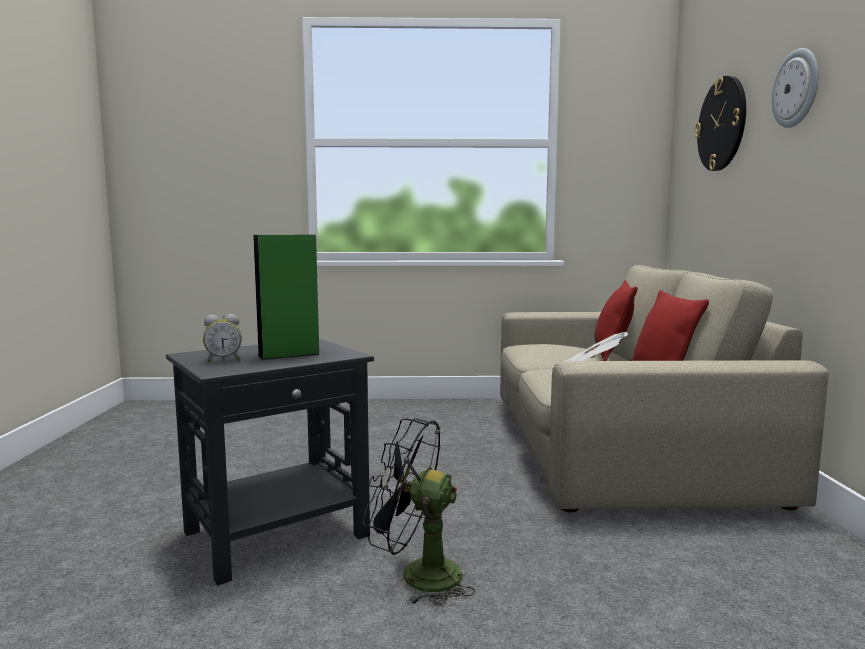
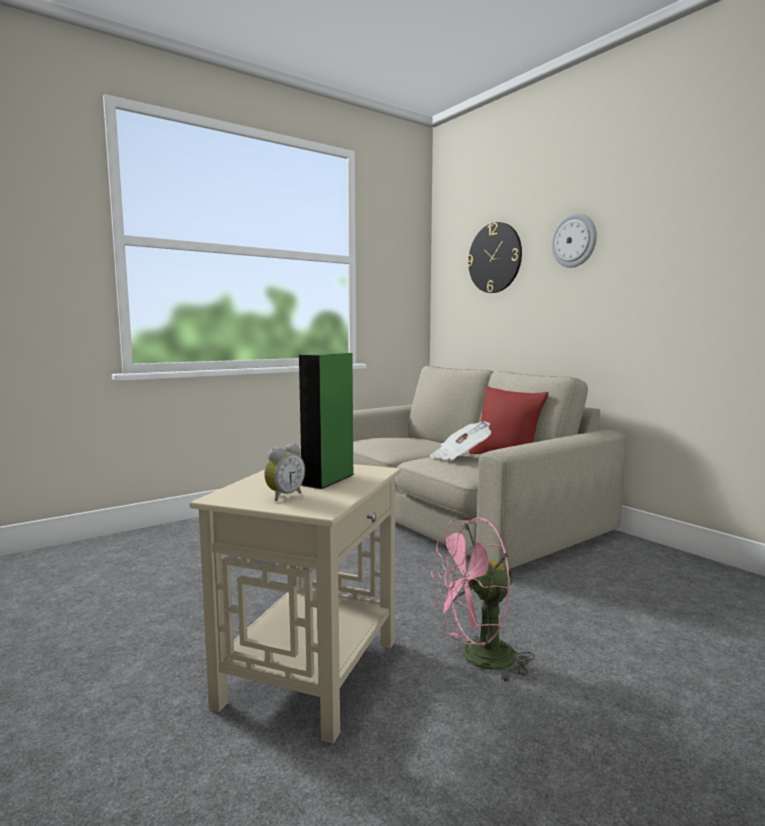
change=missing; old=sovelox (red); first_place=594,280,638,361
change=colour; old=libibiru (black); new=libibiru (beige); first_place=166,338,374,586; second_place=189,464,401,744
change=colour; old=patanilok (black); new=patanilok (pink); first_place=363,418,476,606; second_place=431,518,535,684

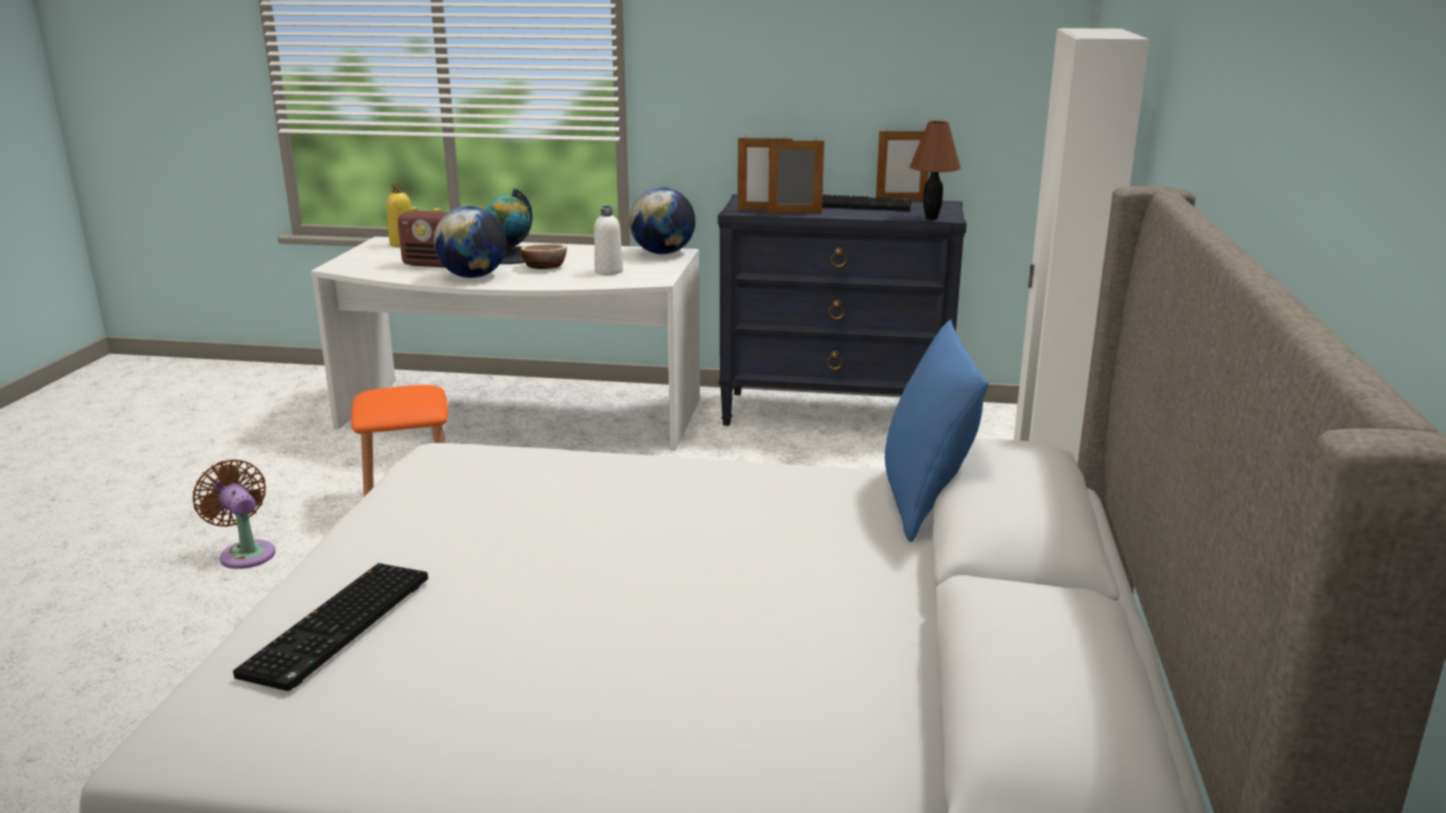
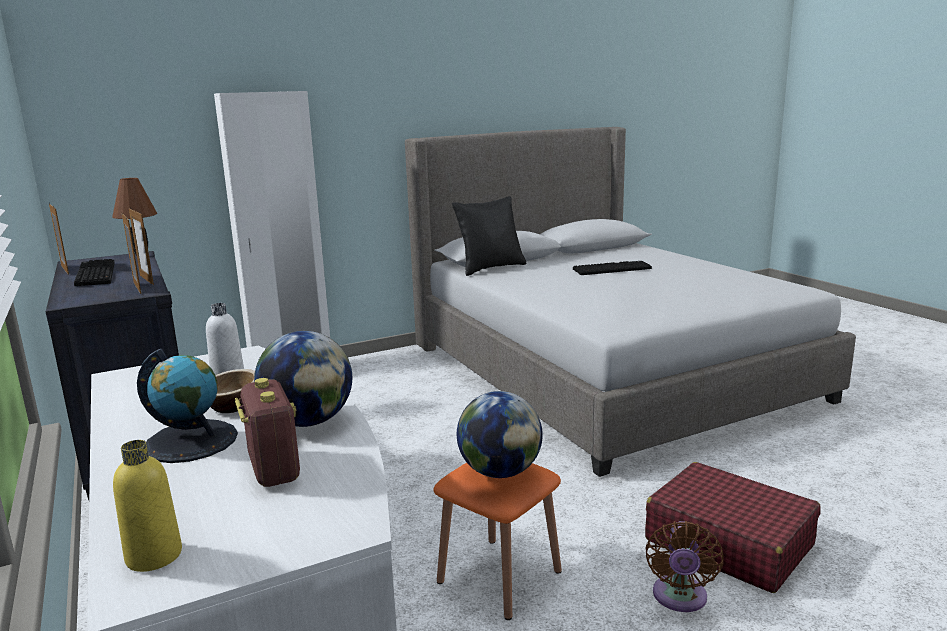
change=relocated; old=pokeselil; first_place=629,187,695,254; second_place=457,391,543,478
change=colour; old=sovelox (blue); new=sovelox (black); first_place=885,320,989,542; second_place=452,196,526,276
change=relocated; old=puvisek; first_place=233,563,428,691; second_place=573,261,652,275
change=appeared; new=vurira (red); second_place=645,462,821,593

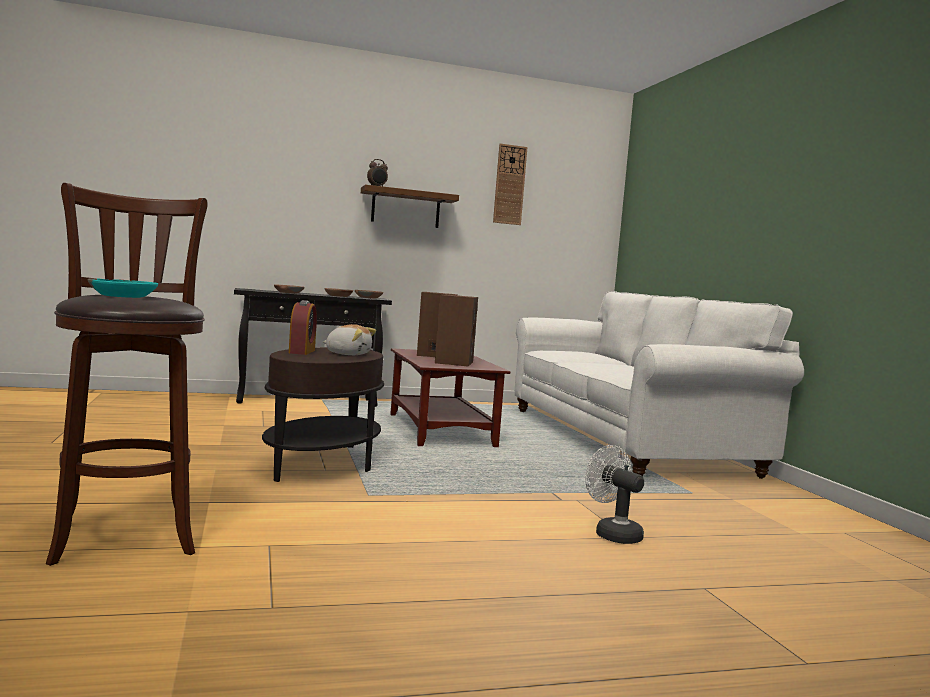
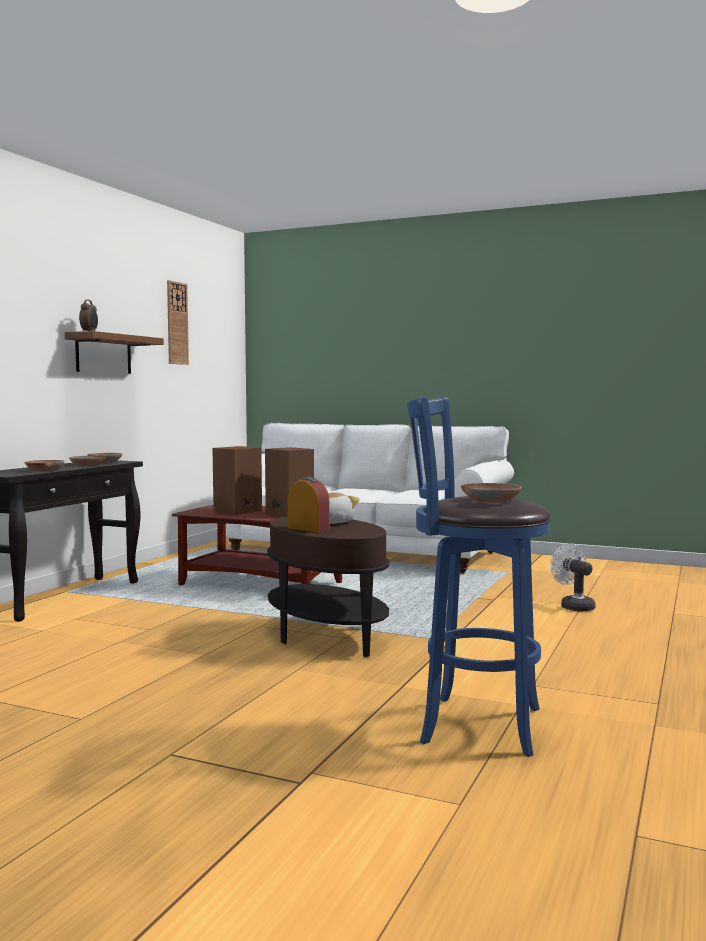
change=colour; old=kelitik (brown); new=kelitik (blue); first_place=46,183,208,566; second_place=407,397,552,757
change=colour; old=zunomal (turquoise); new=zunomal (brown); first_place=88,278,158,298; second_place=461,483,522,503
change=spun; old=patanilok (white); first_place=585,445,644,544; second_place=551,544,595,612; degrees=60

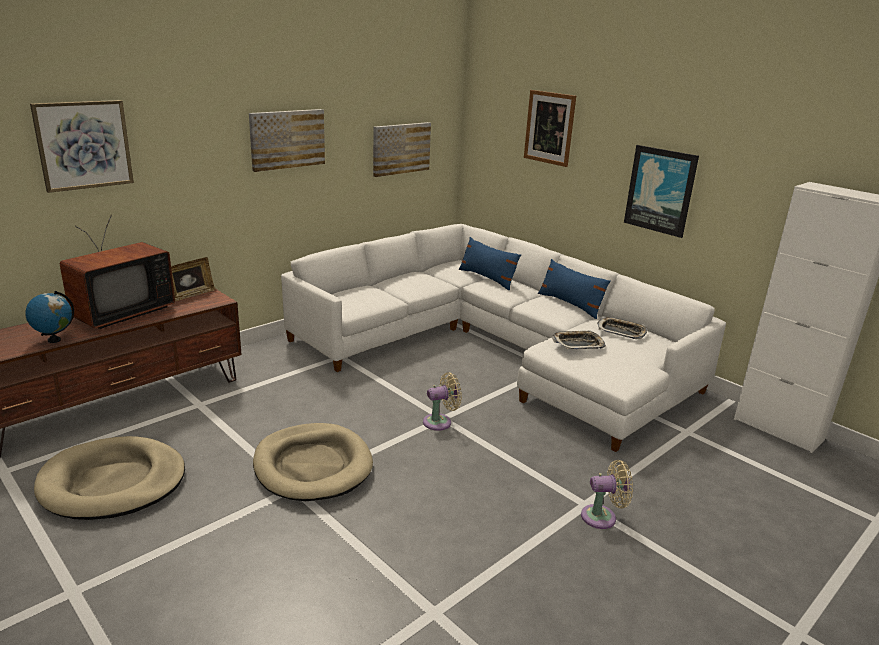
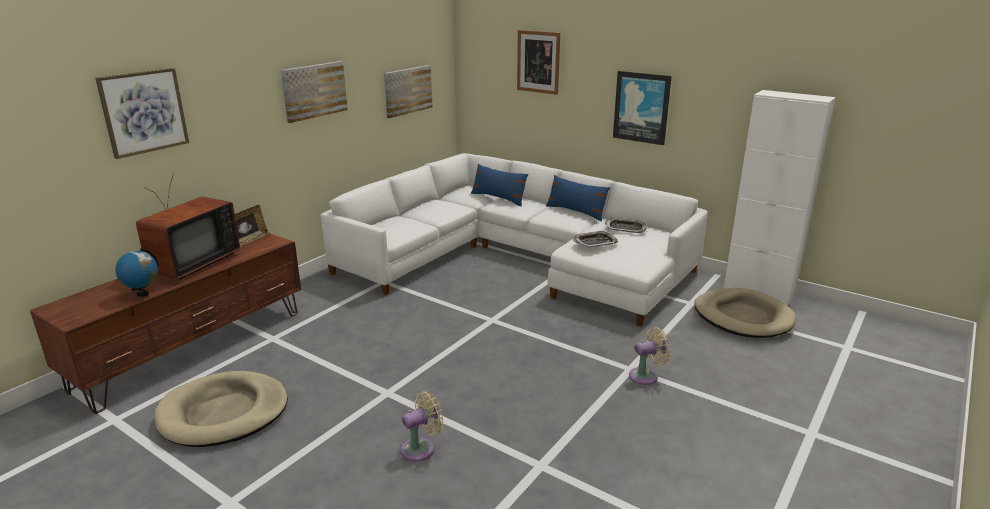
change=relocated; old=patanilok (beige); first_place=423,372,462,431; second_place=401,391,444,462
change=relocated; old=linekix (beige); first_place=253,423,373,501; second_place=694,288,796,338

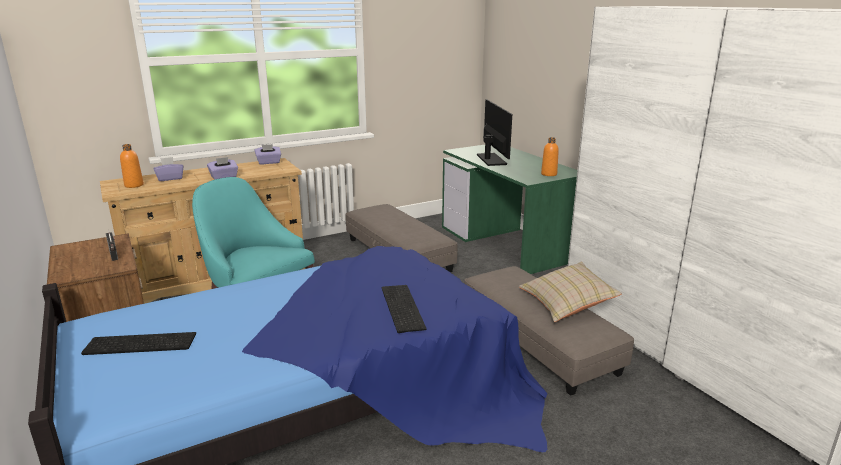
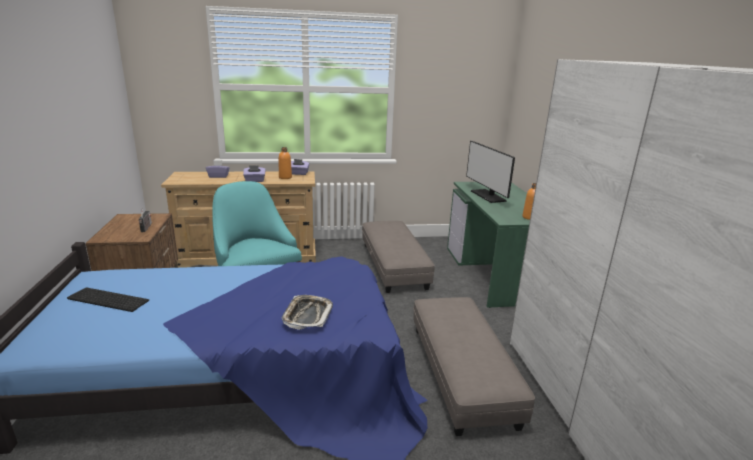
change=spun; old=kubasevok; first_place=477,99,512,166; second_place=466,141,515,203; degrees=150
change=relocated; old=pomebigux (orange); first_place=120,144,144,188; second_place=279,147,292,179
change=missing; old=sovelox (beige); first_place=519,262,622,322
change=exchanged; old=puvisek; new=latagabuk; first_place=382,285,427,333; second_place=282,295,333,330

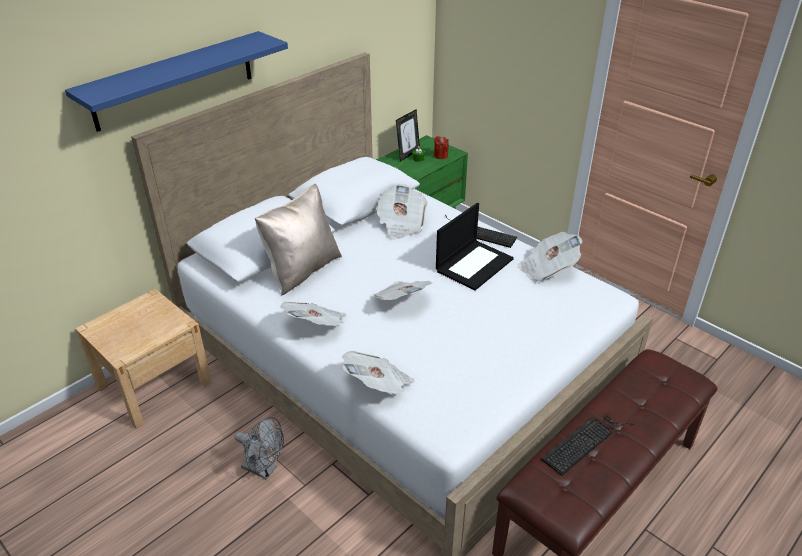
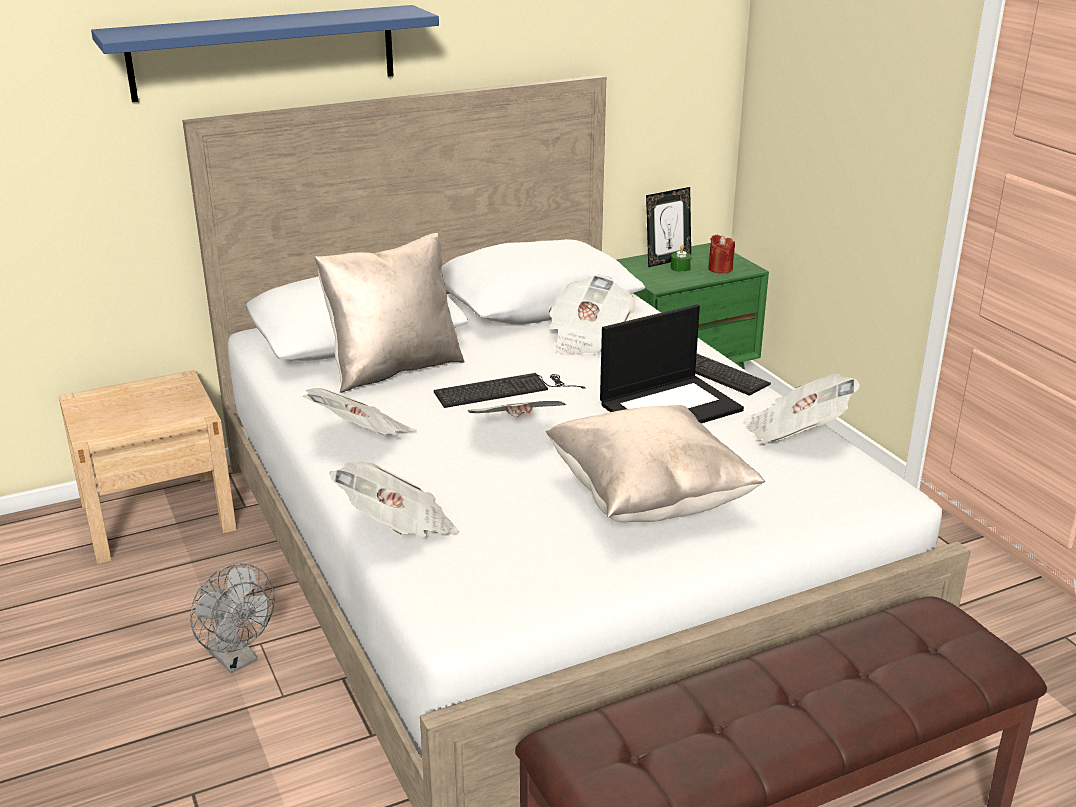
change=relocated; old=puvisek; first_place=541,414,635,476; second_place=434,373,586,408
change=appeared; new=sovelox (beige); second_place=546,405,765,522

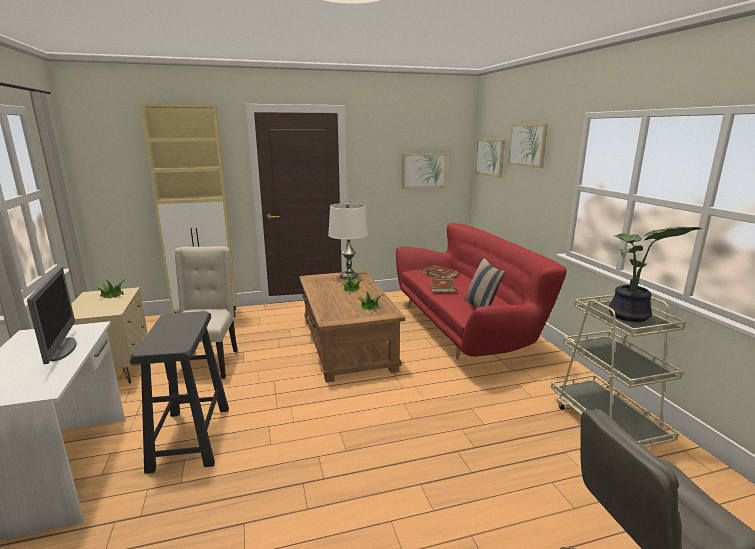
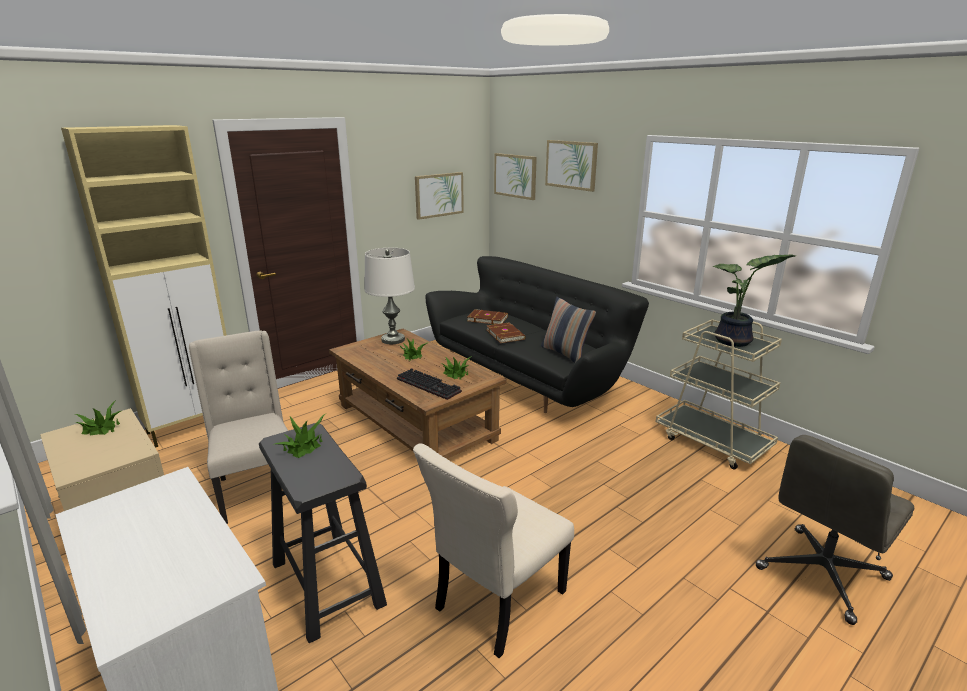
change=colour; old=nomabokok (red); new=nomabokok (black); first_place=396,223,567,360; second_place=425,256,649,413
change=missing; old=kubasevok; first_place=27,267,77,364
change=appeared; new=puvisek; second_place=397,368,462,400
change=appeared; new=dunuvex; second_place=273,414,325,458
change=appeared; new=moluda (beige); second_place=413,443,574,658

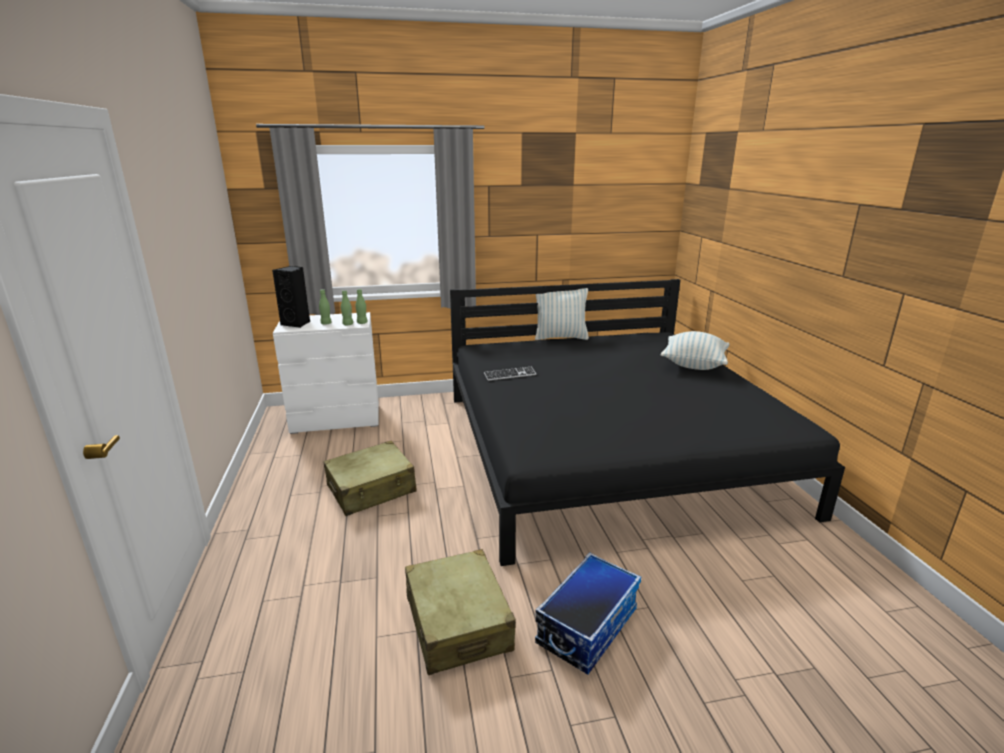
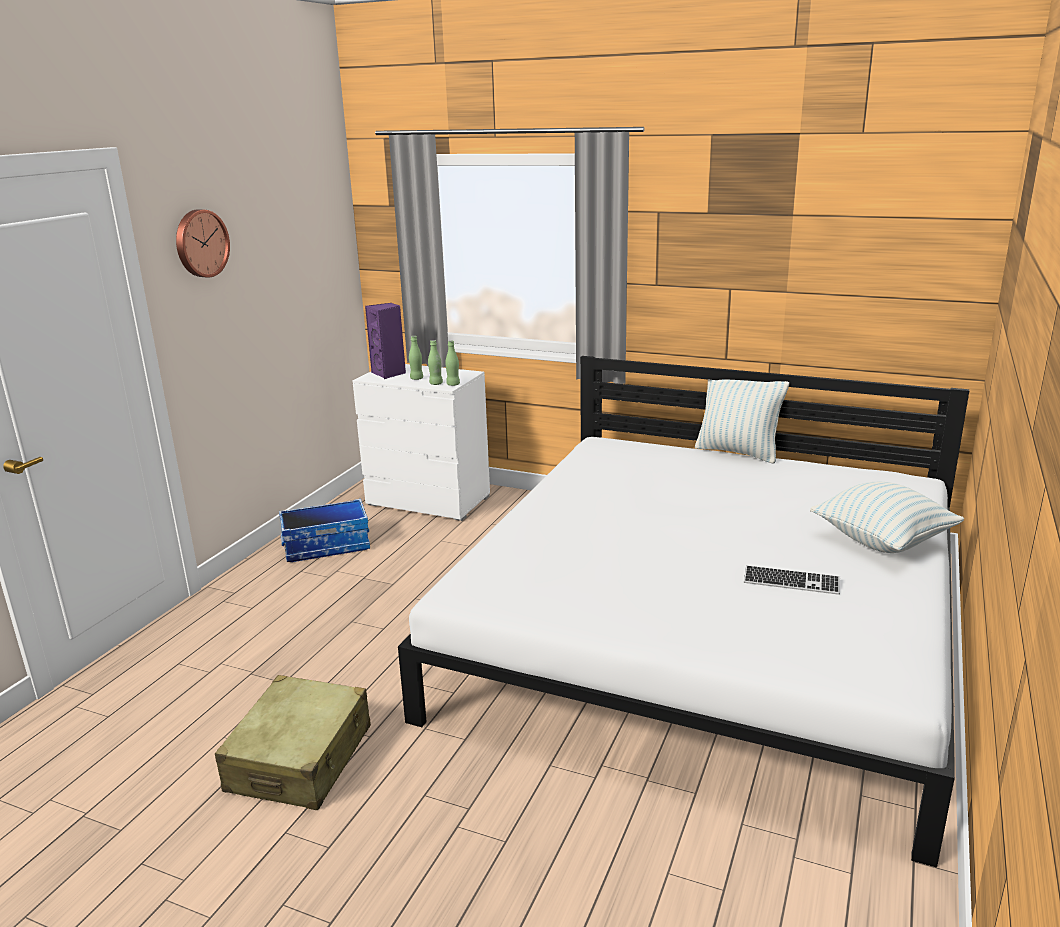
change=colour; old=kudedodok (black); new=kudedodok (purple); first_place=272,266,310,328; second_place=365,303,406,379
change=colour; old=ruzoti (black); new=ruzoti (white); first_place=450,279,845,566; second_place=398,356,969,868
change=relocated; old=puvisek; first_place=484,367,537,381; second_place=744,565,840,595
change=missing; old=vurira (beige); first_place=323,441,417,516
change=relocated; old=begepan; first_place=535,552,641,675; second_place=279,499,370,562
change=appeared; new=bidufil; second_place=176,209,230,277

